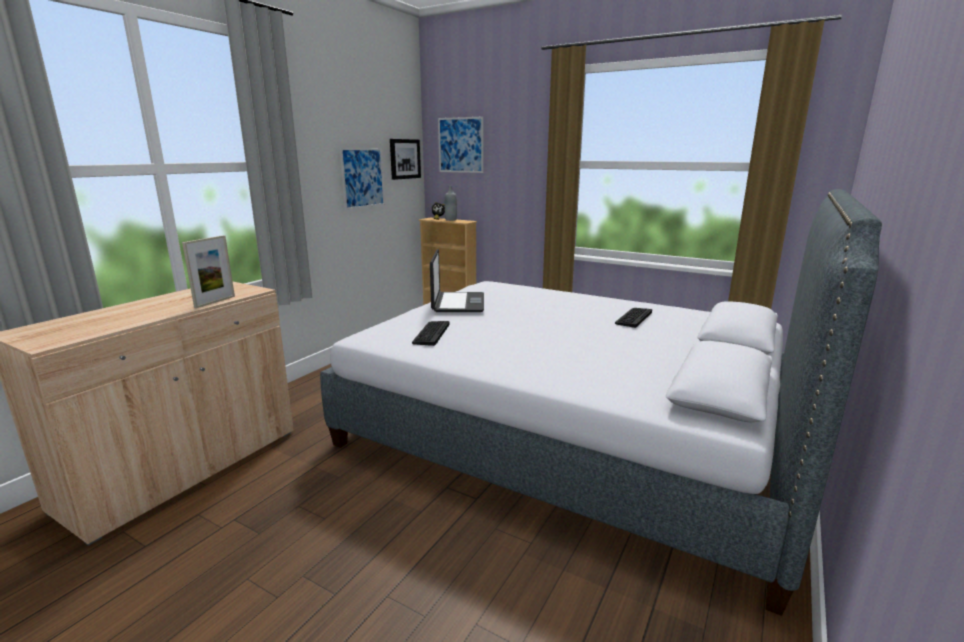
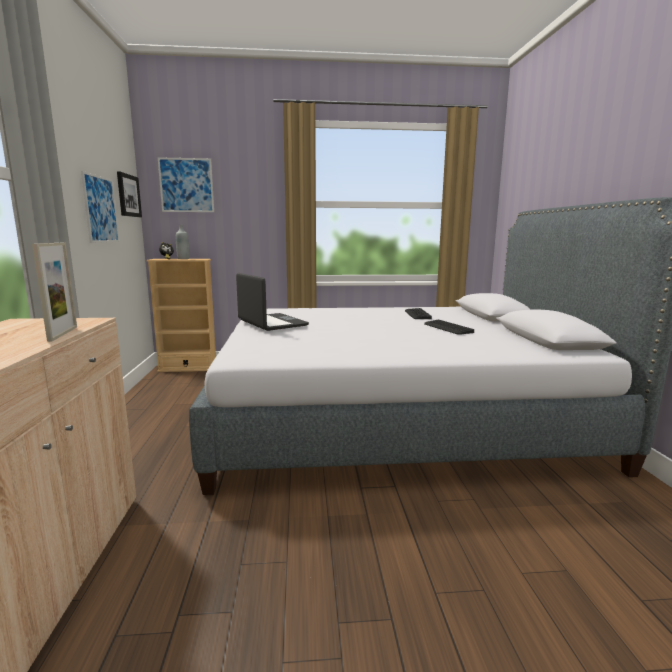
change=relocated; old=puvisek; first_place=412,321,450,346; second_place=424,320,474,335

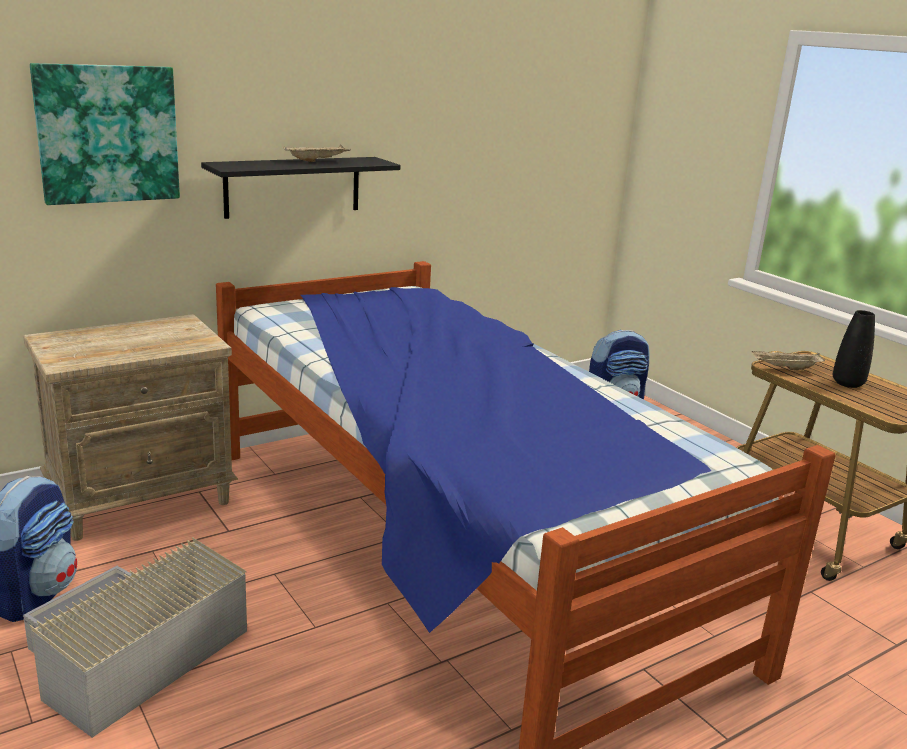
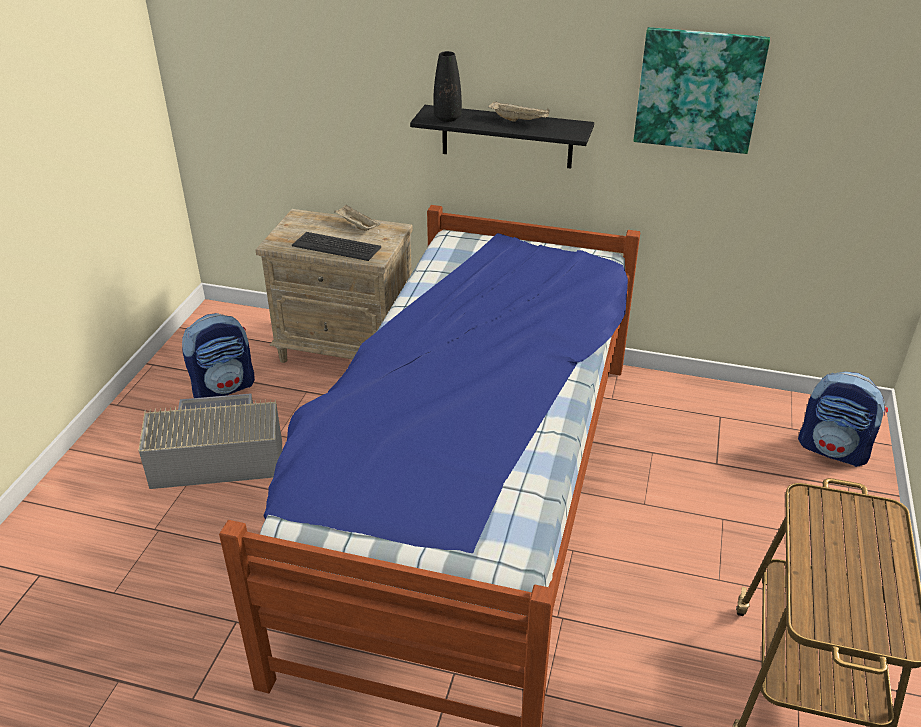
change=relocated; old=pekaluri; first_place=30,63,180,205; second_place=634,27,770,154
change=relocated; old=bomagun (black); first_place=833,310,875,388; second_place=433,51,462,122
change=relocated; old=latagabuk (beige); first_place=752,350,825,370; second_place=334,205,381,231
change=appeared; new=puvisek; second_place=292,232,381,261

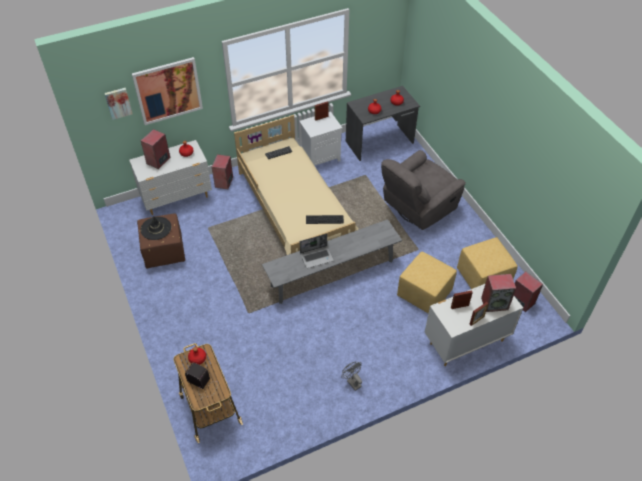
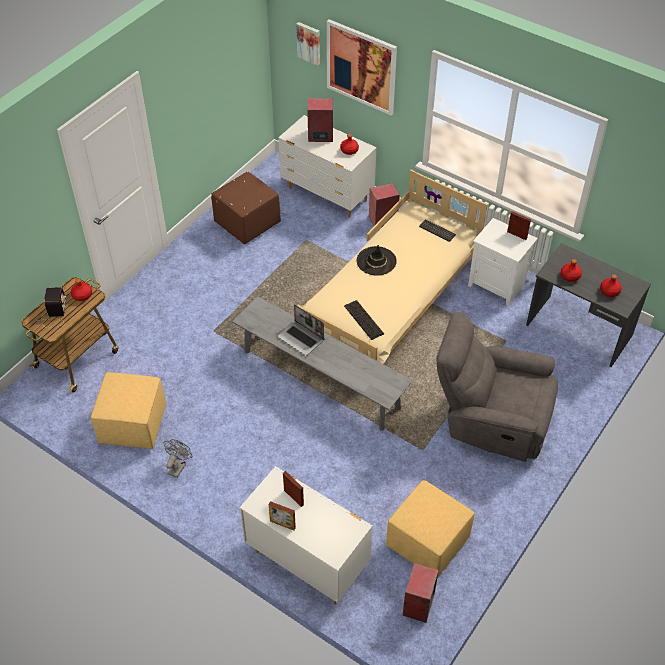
change=relocated; old=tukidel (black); first_place=140,217,171,240; second_place=357,245,397,276
change=relocated; old=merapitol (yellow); first_place=397,252,457,313; second_place=91,372,166,449
change=missing; old=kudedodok; first_place=481,274,516,312

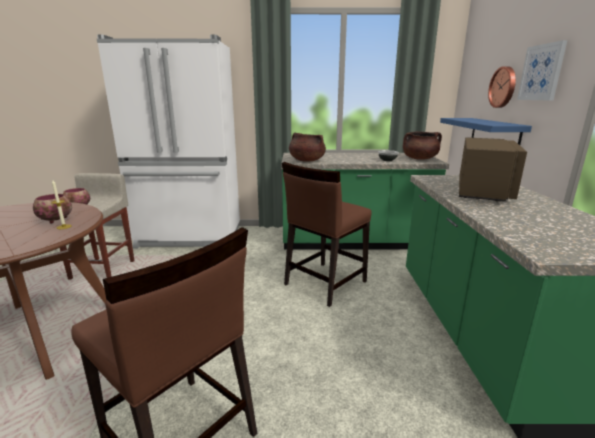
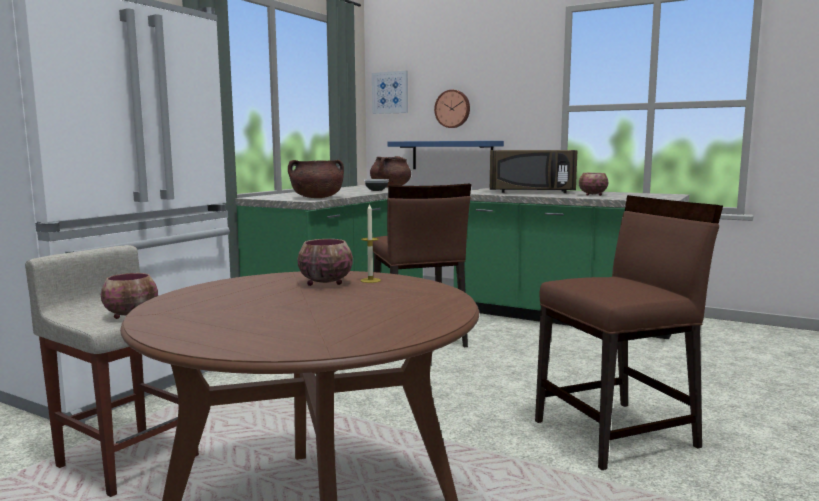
change=relocated; old=pekaluri; first_place=517,40,567,101; second_place=372,71,408,114
change=spun; old=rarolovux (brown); first_place=459,137,527,202; second_place=490,150,577,193; degrees=135
change=appeared; new=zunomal; second_place=579,173,608,196

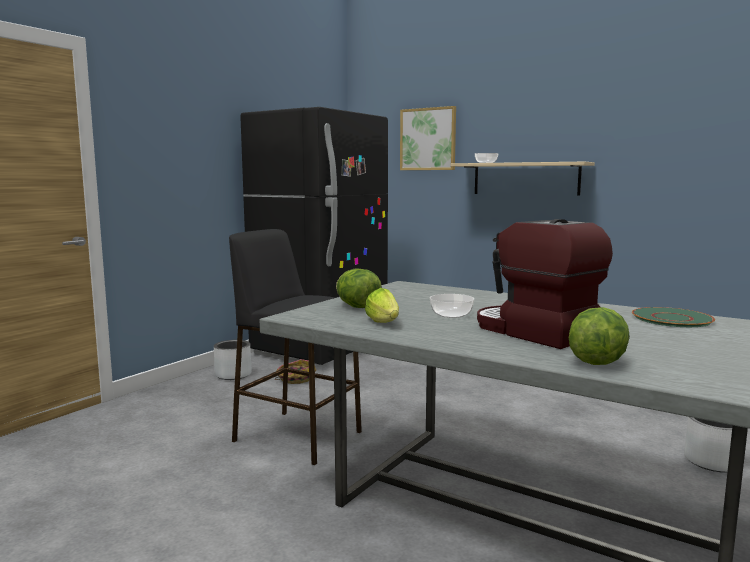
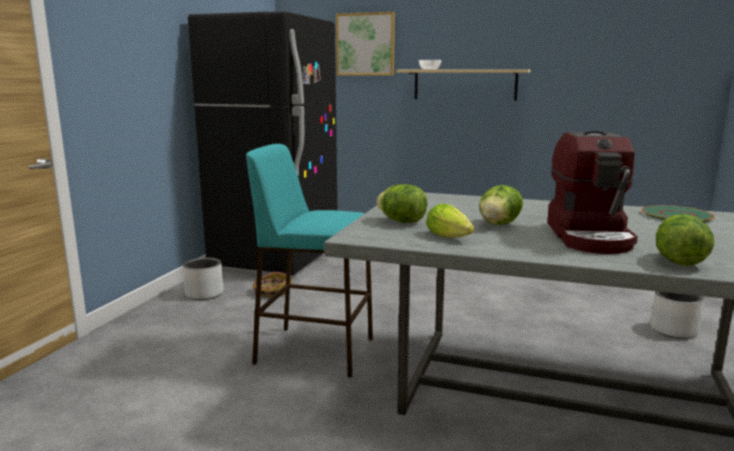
change=spun; old=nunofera; first_place=477,219,613,349; second_place=547,131,638,254; degrees=-120
change=colour; old=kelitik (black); new=kelitik (turquoise); first_place=229,229,362,465; second_place=246,144,373,378
change=exchanged; old=zunomal; new=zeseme; first_place=430,294,474,318; second_place=479,185,523,225

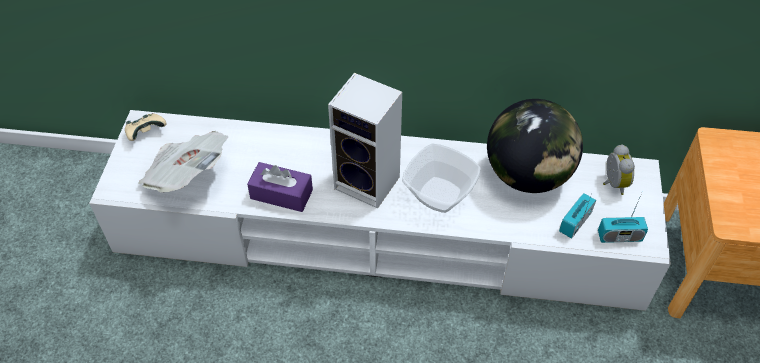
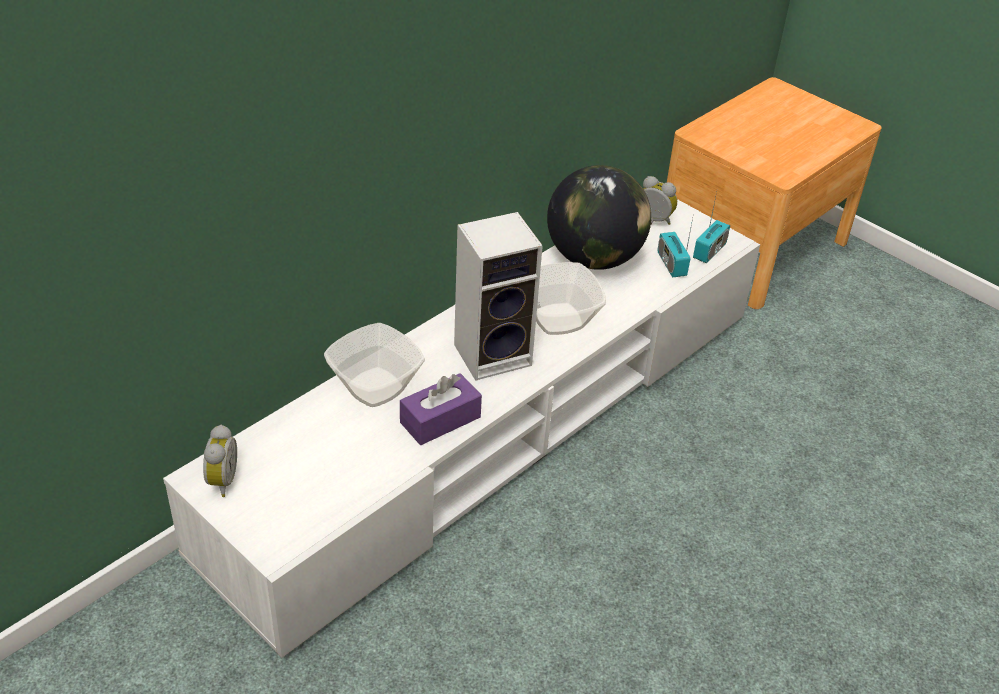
change=exchanged; old=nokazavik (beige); new=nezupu; first_place=125,113,167,141; second_place=203,425,237,497
change=missing; old=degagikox; first_place=138,131,228,192
change=appeared; new=zunomal; second_place=324,323,425,407

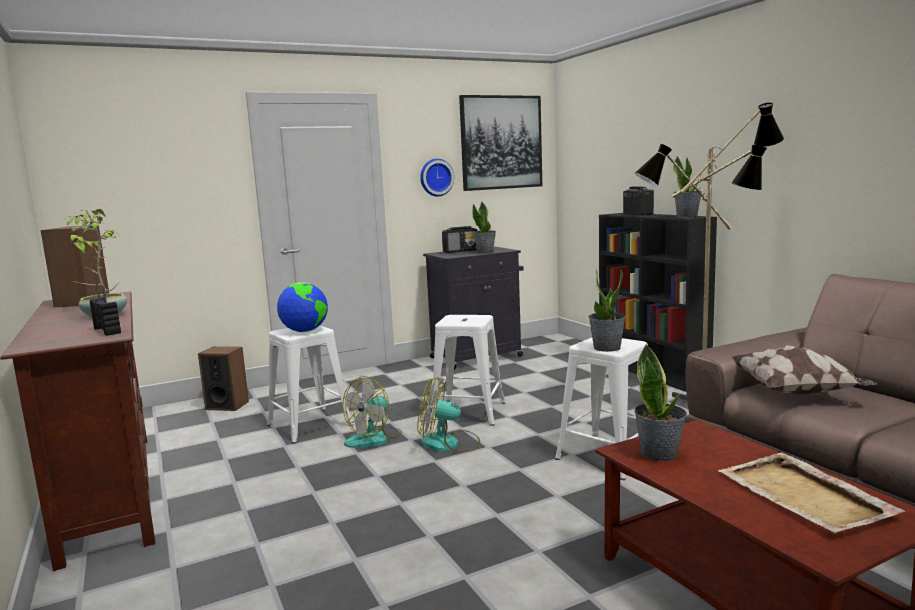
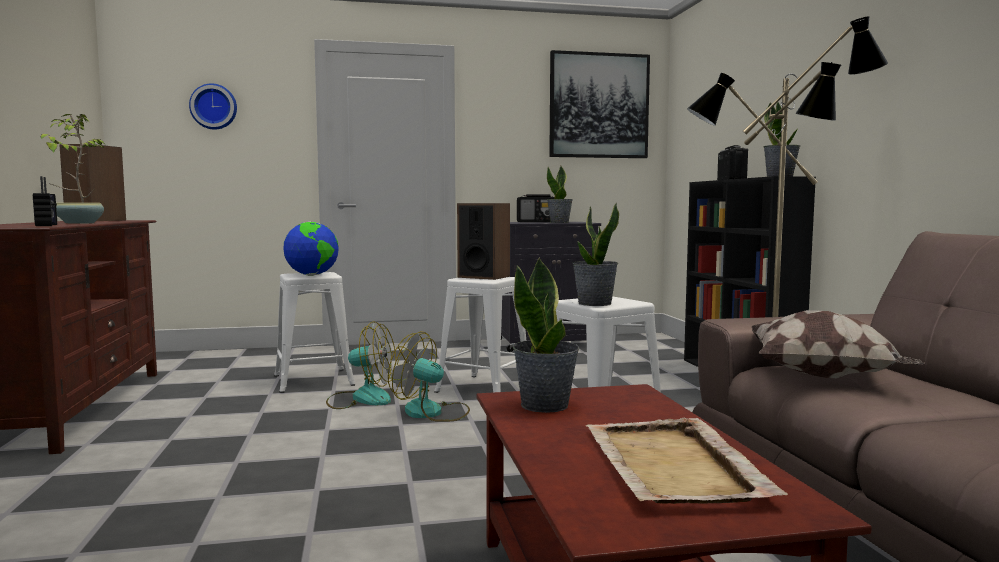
change=relocated; old=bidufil; first_place=420,159,454,196; second_place=189,83,237,130
change=relocated; old=kudedodok; first_place=198,347,249,411; second_place=457,203,510,280
change=spun; old=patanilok; first_place=343,376,402,448; second_place=326,321,396,409; degrees=-135

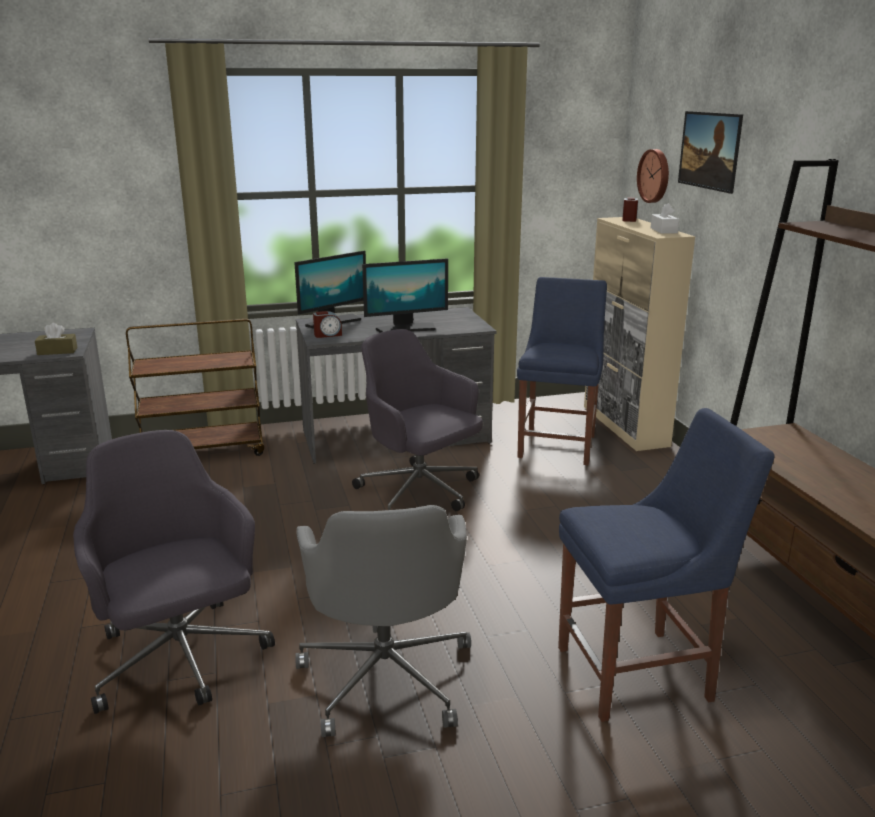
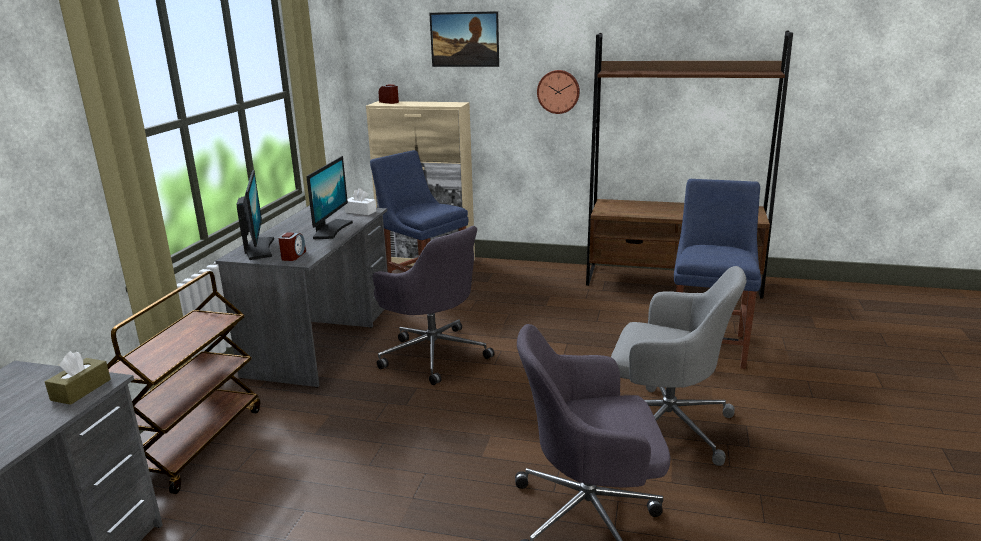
change=relocated; old=bidufil; first_place=637,149,669,203; second_place=537,70,580,114
change=relocated; old=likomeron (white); first_place=650,203,679,234; second_place=344,188,376,215
change=spun; old=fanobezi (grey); first_place=352,329,483,511; second_place=372,226,495,385; degrees=-120

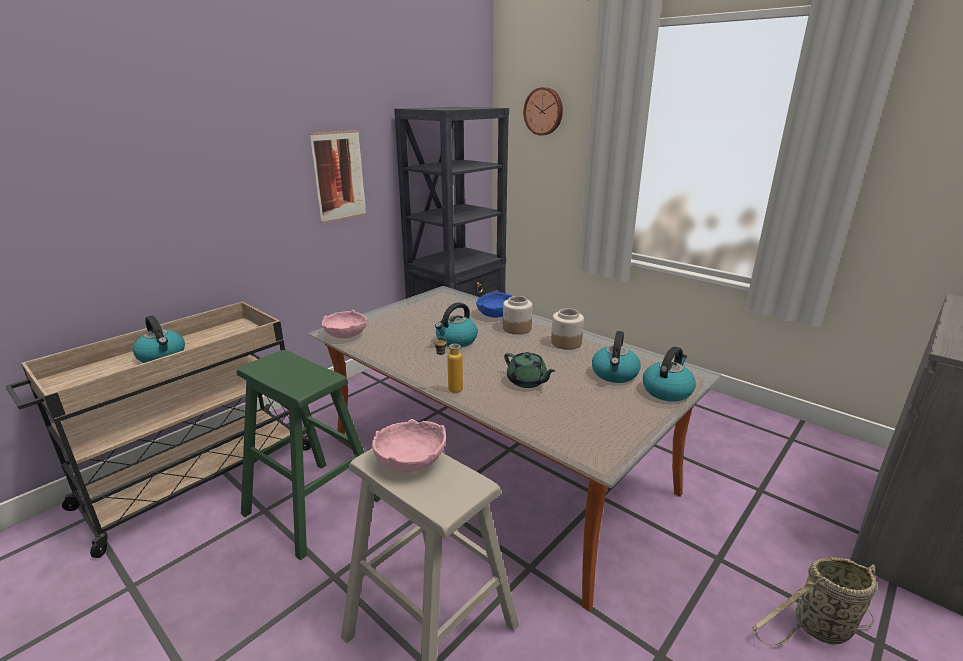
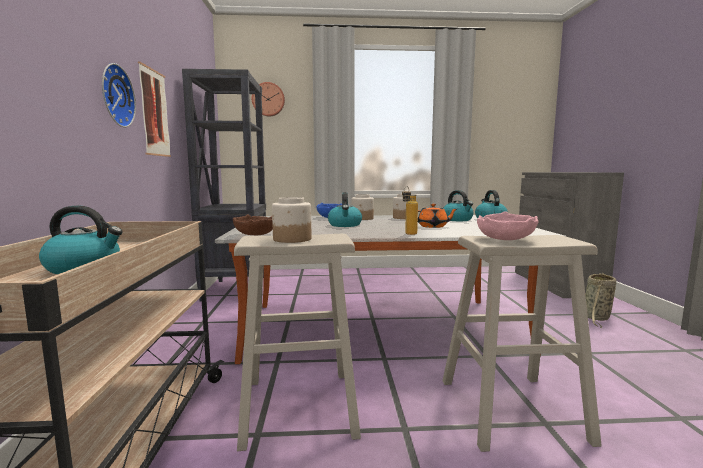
change=colour; old=zunomal (pink); new=zunomal (brown); first_place=322,310,367,338; second_place=233,214,273,235
change=colour; old=kelitik (green); new=kelitik (beige); first_place=237,350,381,560; second_place=234,234,361,451
change=colour; old=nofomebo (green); new=nofomebo (orange); first_place=504,352,555,388; second_place=418,204,457,228
change=appeared; new=bidufil; second_place=102,63,136,127
change=appeared; new=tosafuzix; second_place=272,197,311,243

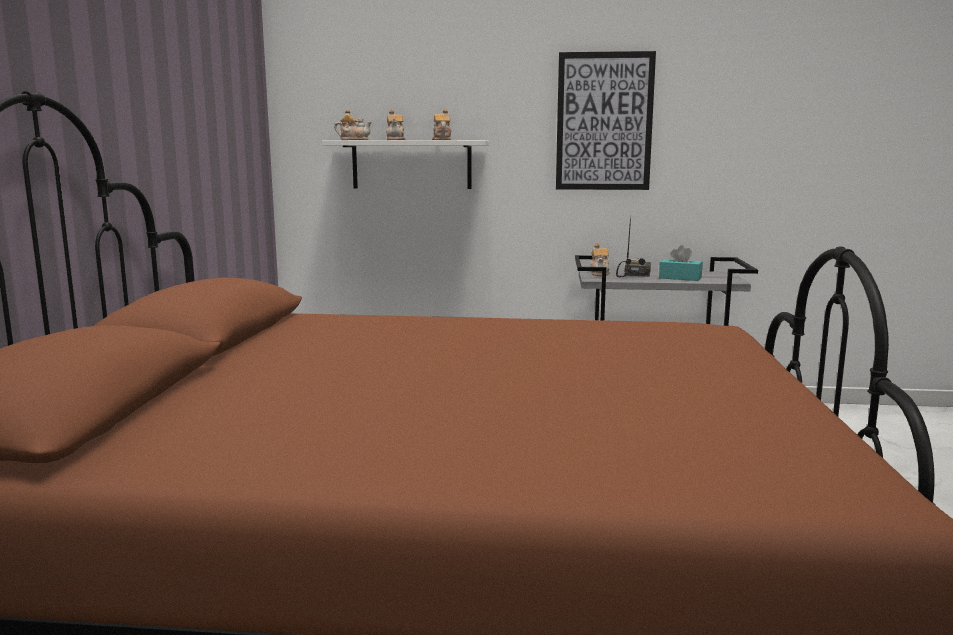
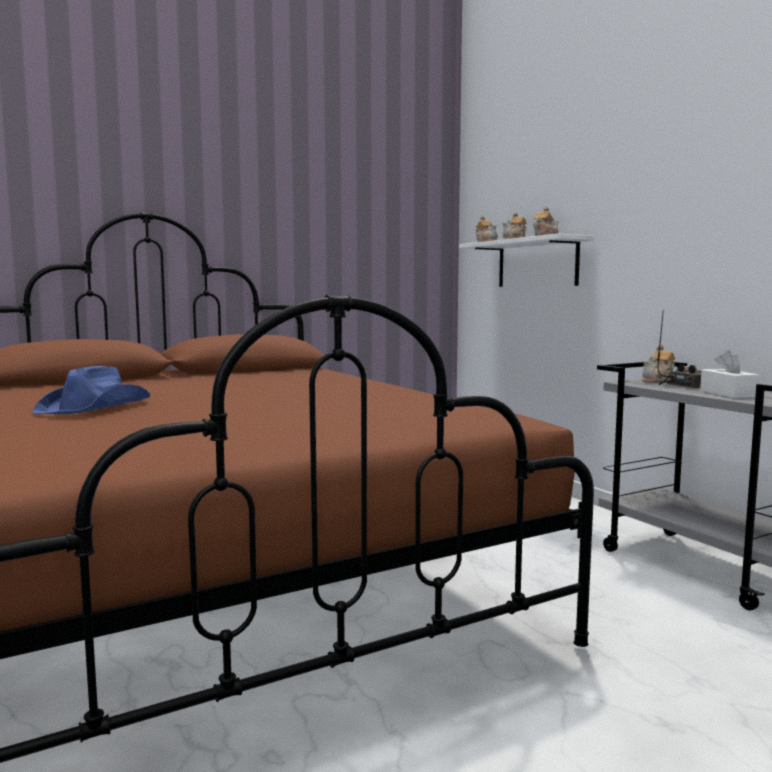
change=missing; old=pekaluri; first_place=556,51,656,190
change=colour; old=likomeron (turquoise); new=likomeron (white); first_place=659,245,703,281; second_place=700,350,760,398
change=appeared; new=tukidel (blue); second_place=32,366,150,414

